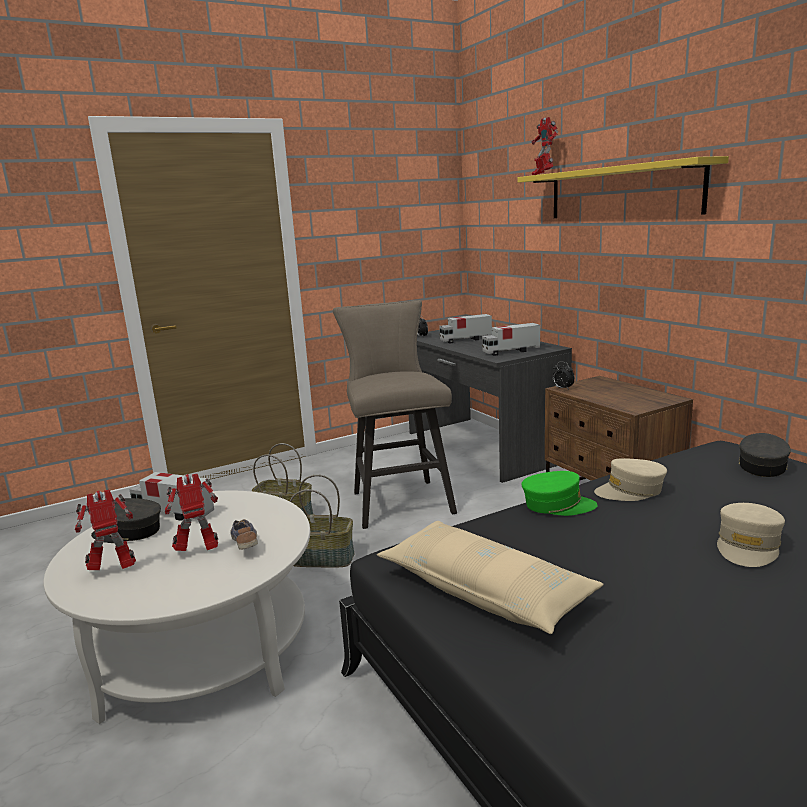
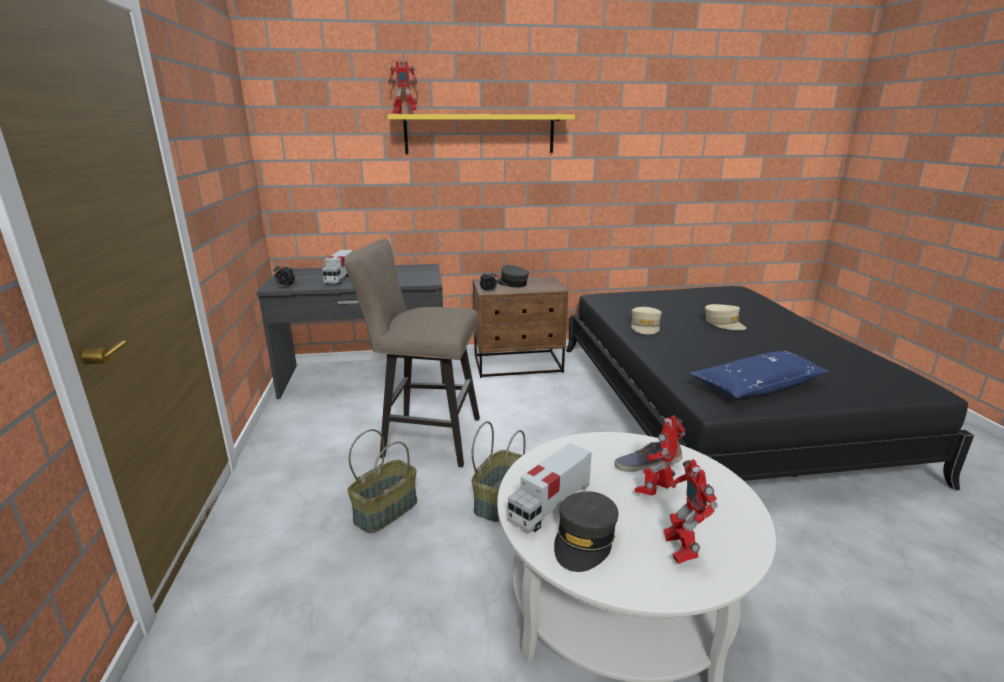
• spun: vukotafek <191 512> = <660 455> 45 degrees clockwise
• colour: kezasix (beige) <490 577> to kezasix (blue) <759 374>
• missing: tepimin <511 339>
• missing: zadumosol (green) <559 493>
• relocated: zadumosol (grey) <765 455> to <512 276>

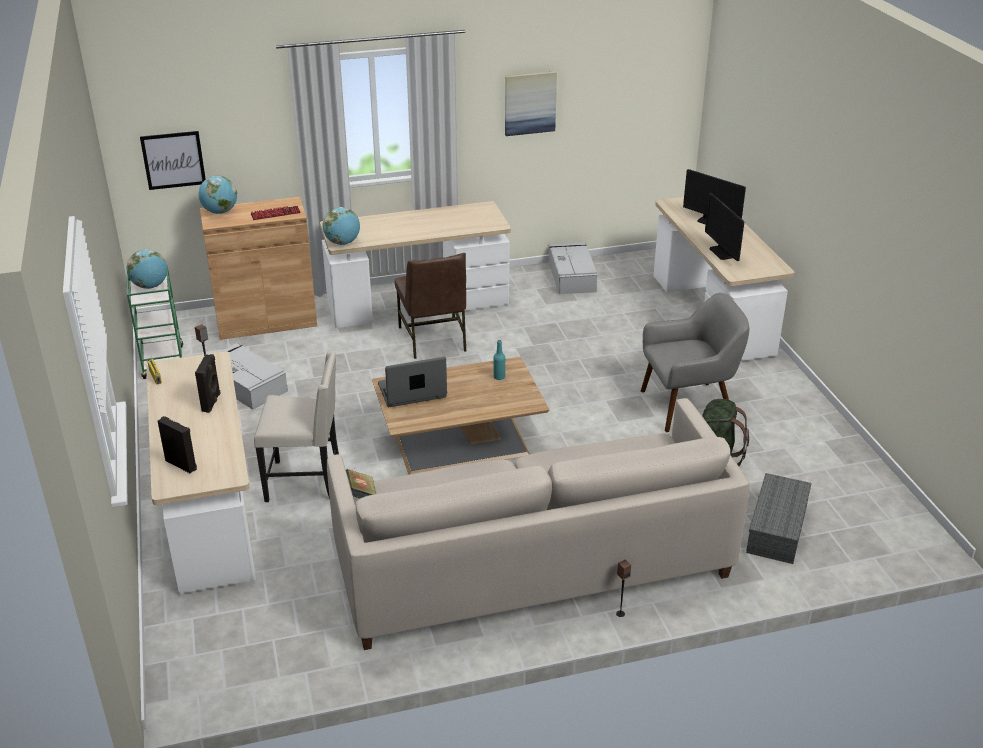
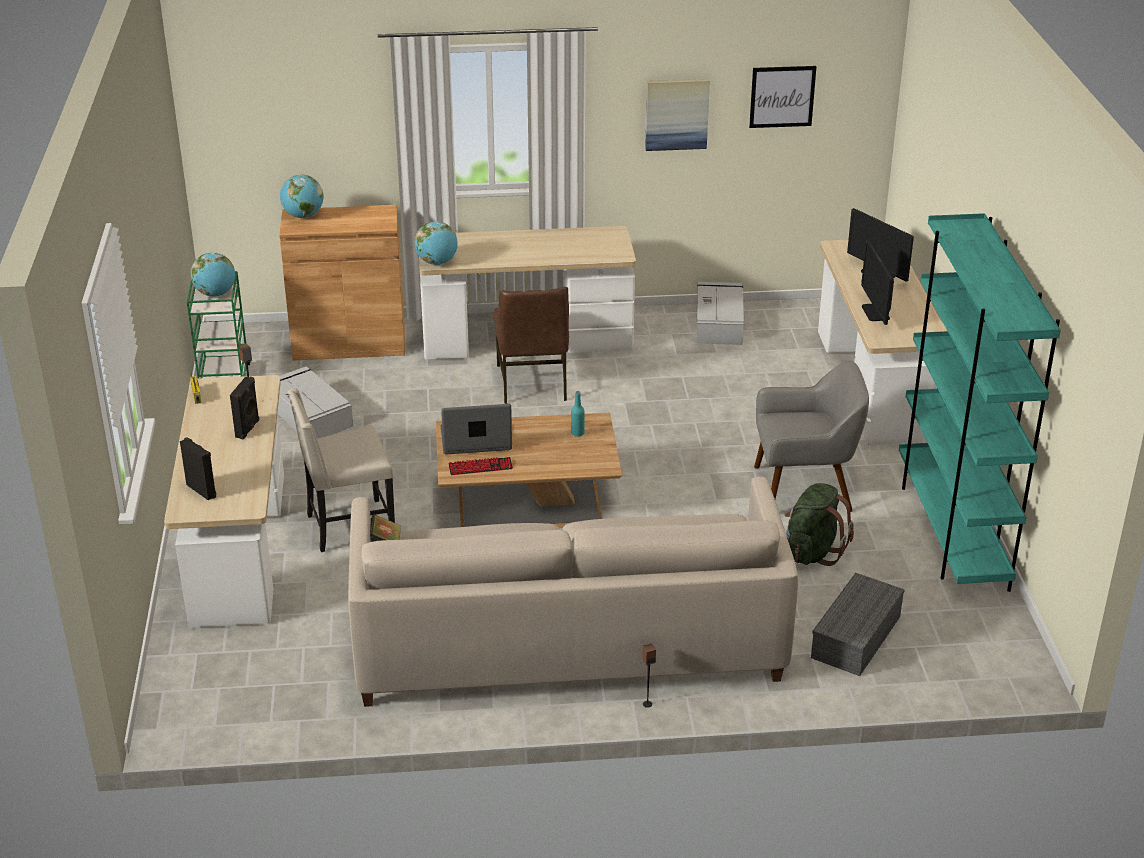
• relocated: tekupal <173 160> to <783 97>
• relocated: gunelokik <276 213> to <480 466>
• spun: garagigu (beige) <296 426> = <341 470> 150 degrees clockwise
• appeared: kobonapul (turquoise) <980 402>

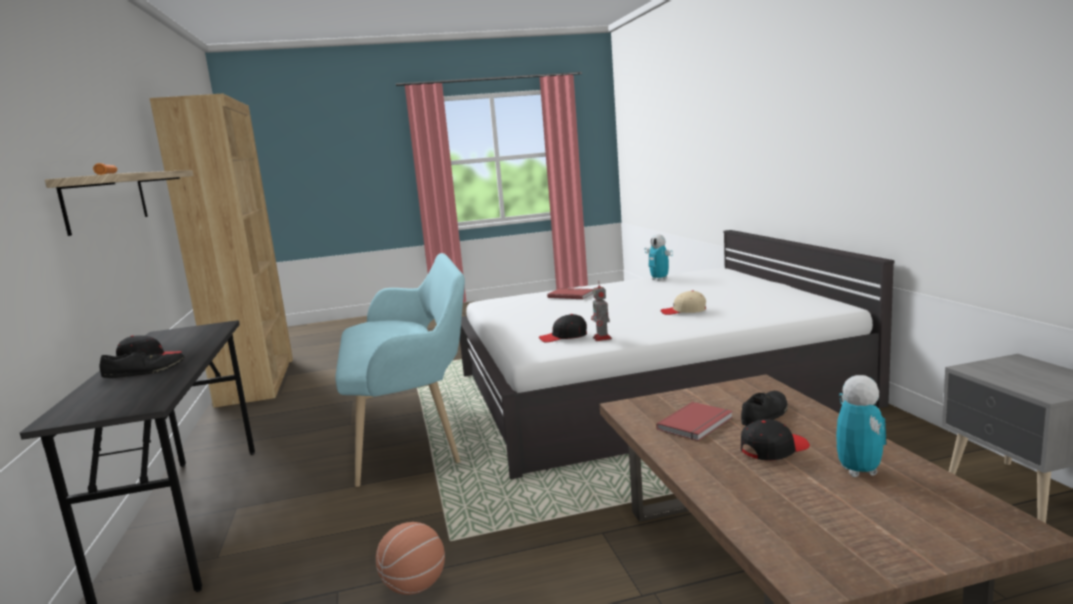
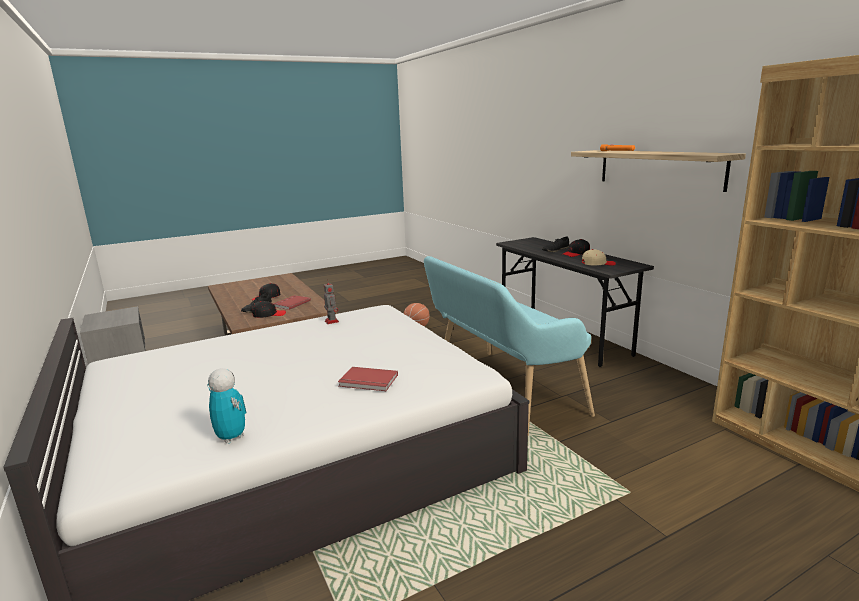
• relocated: zadumosol (black) <563 328> to <269 309>
• relocated: zadumosol (beige) <683 302> to <599 257>
• missing: vukotafek <861 426>

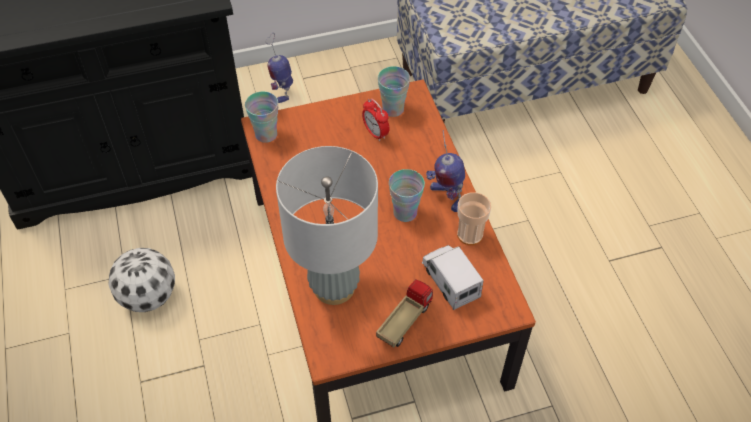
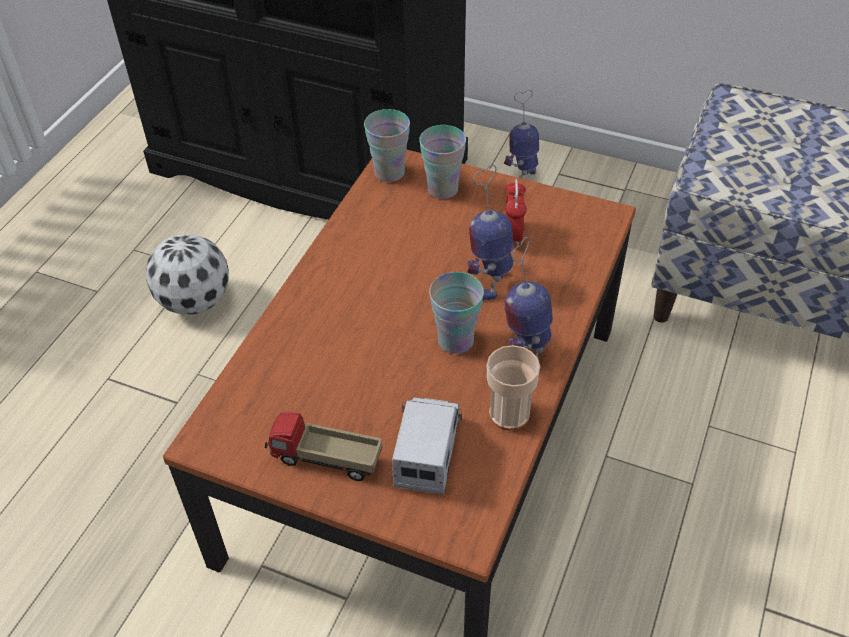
• missing: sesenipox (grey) <327 225>
• spun: tepimin <404 313> = <323 446> 150 degrees counterclockwise
• relocated: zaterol <394 91> to <442 162>
• appeared: vukotafek <490 233>

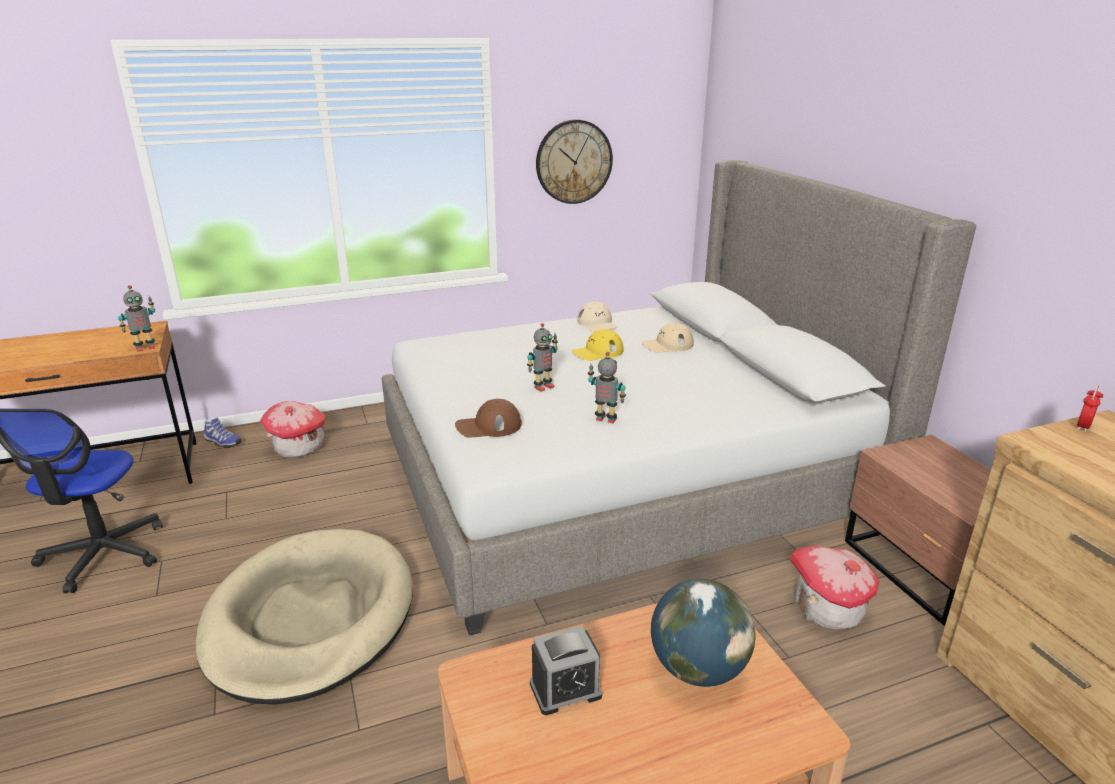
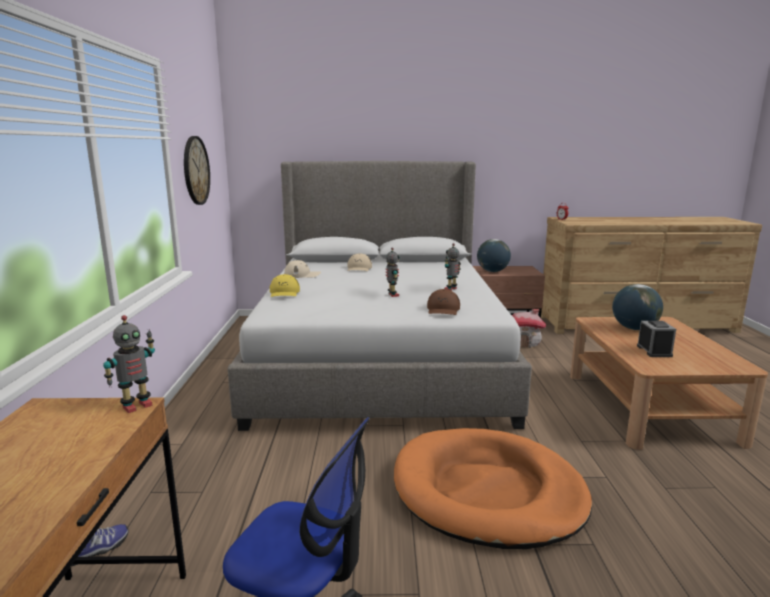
• spun: vukotafek <136 318> = <129 364> 60 degrees clockwise
• colour: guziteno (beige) <304 617> to guziteno (orange) <493 488>
• missing: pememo <293 429>
• relocated: zadumosol (yellow) <597 345> to <285 285>
• appeared: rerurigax <494 255>

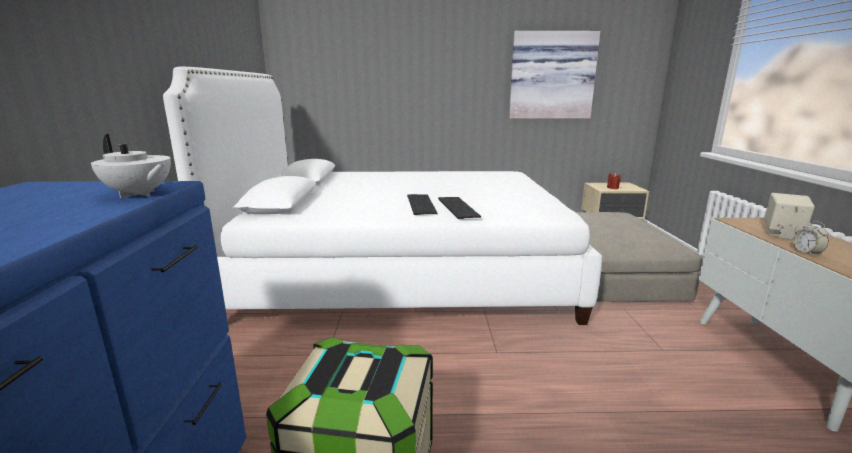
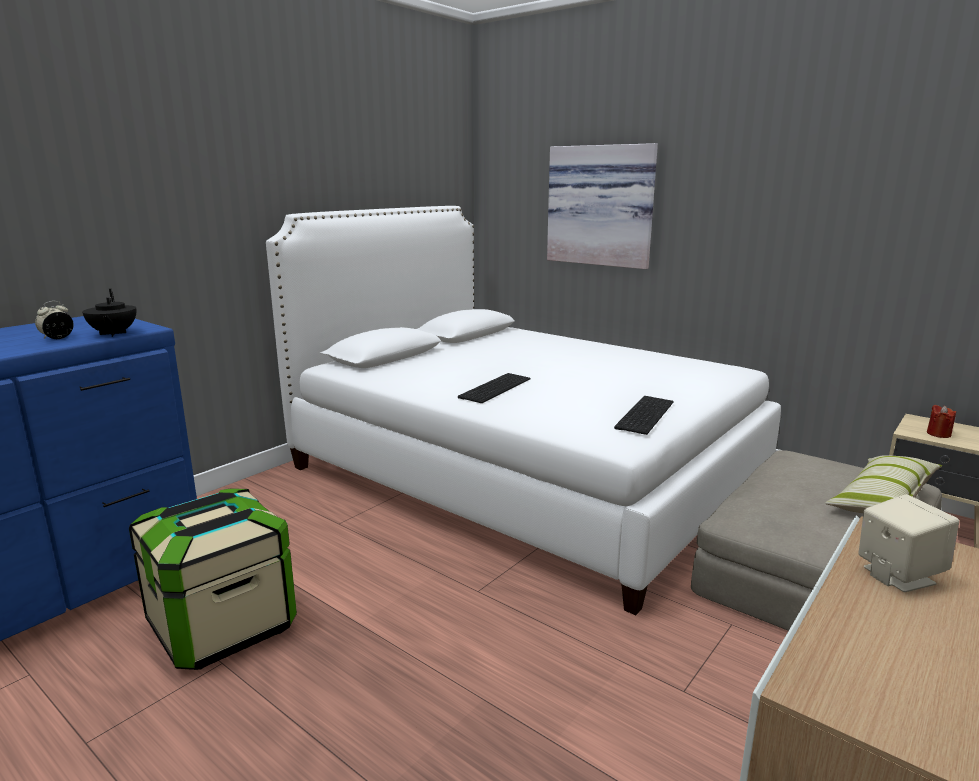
• colour: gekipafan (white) <131 166> to gekipafan (black) <109 313>
• relocated: gunelokik <459 208> to <644 415>
• relocated: tekupal <554 75> to <602 206>
• relocated: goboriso <811 238> to <54 320>
• appeared: kezasix <883 484>

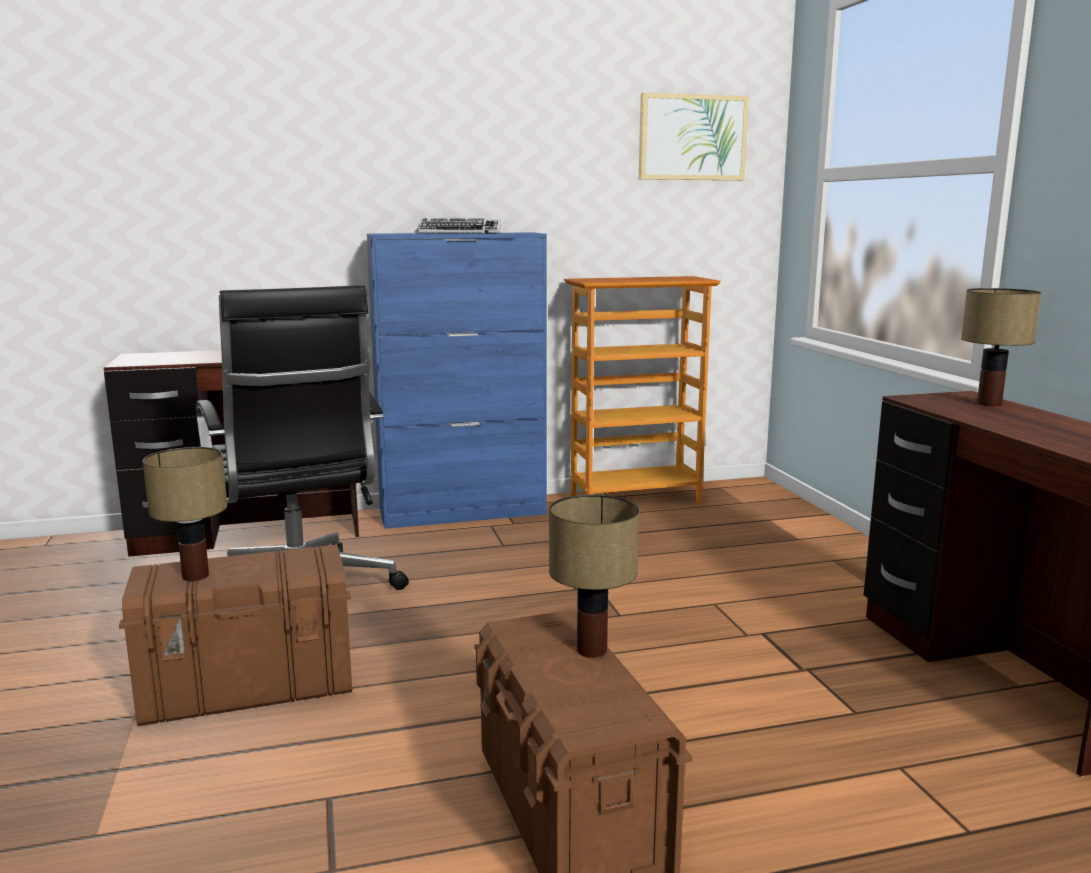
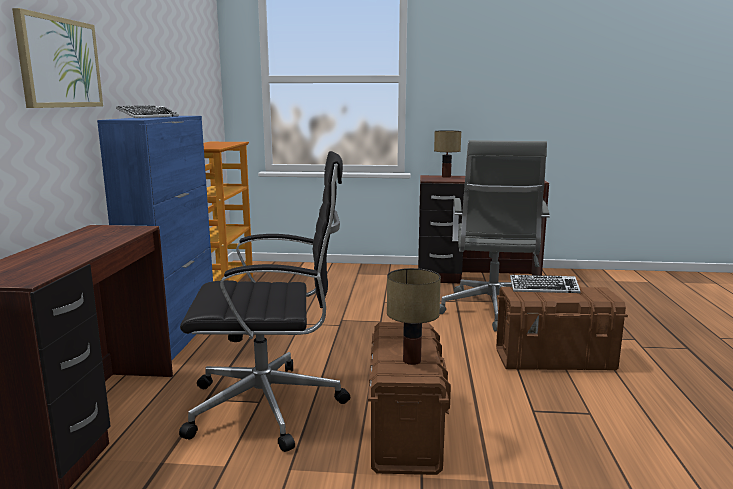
• exchanged: sesenipox <594 576> to gunelokik <545 284>
• relocated: tekupal <694 136> to <57 58>
• appeared: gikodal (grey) <494 236>

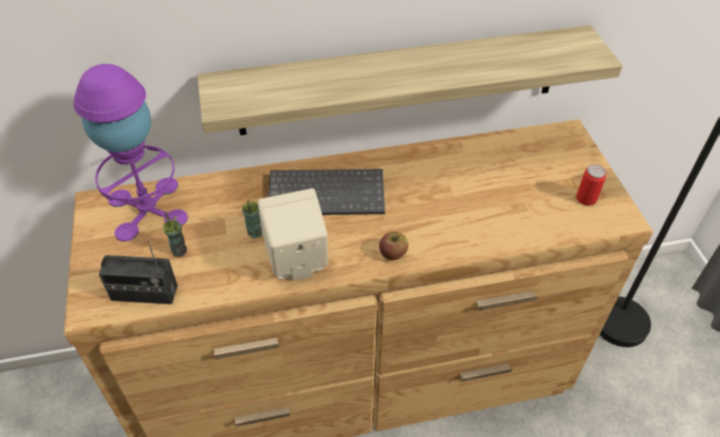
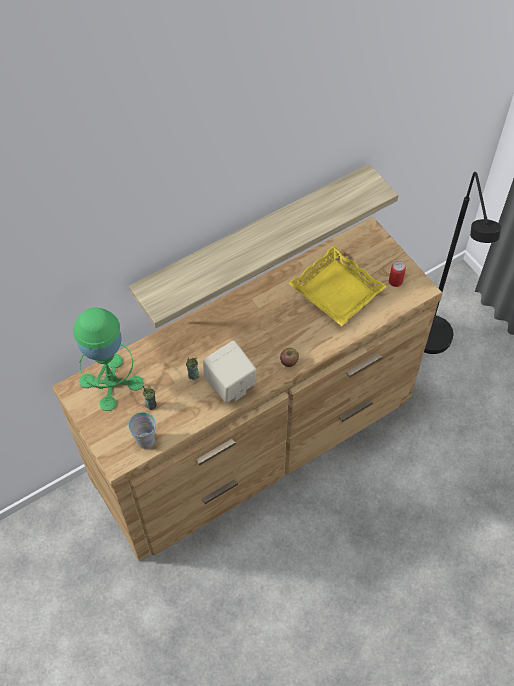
• colour: sesenipox (purple) <131 152> to sesenipox (green) <108 359>
• exchanged: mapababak <138 272> to zaterol <142 430>
• missing: gunelokik <326 192>
• appeared: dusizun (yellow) <337 286>

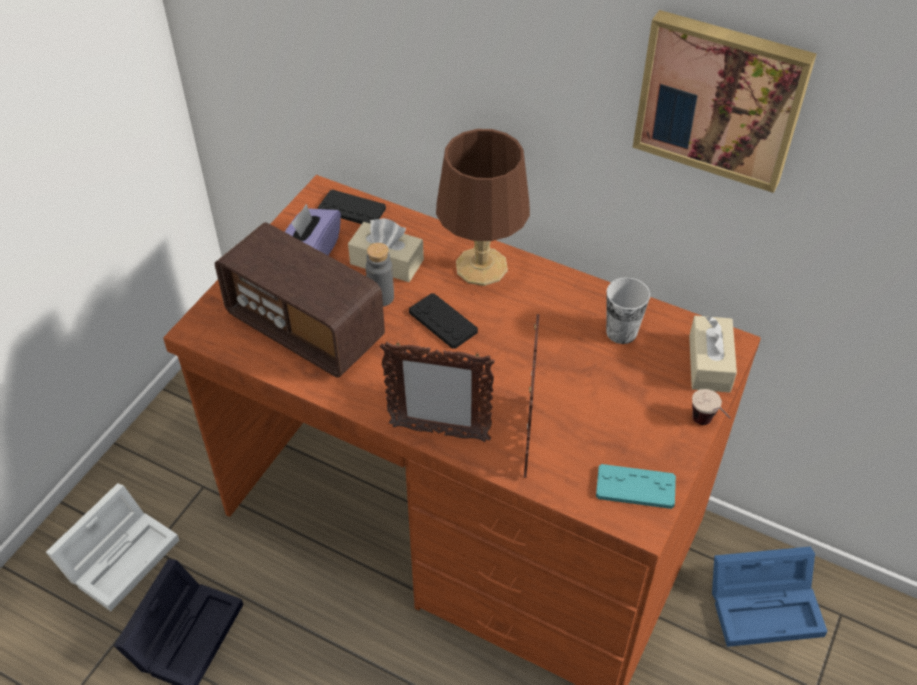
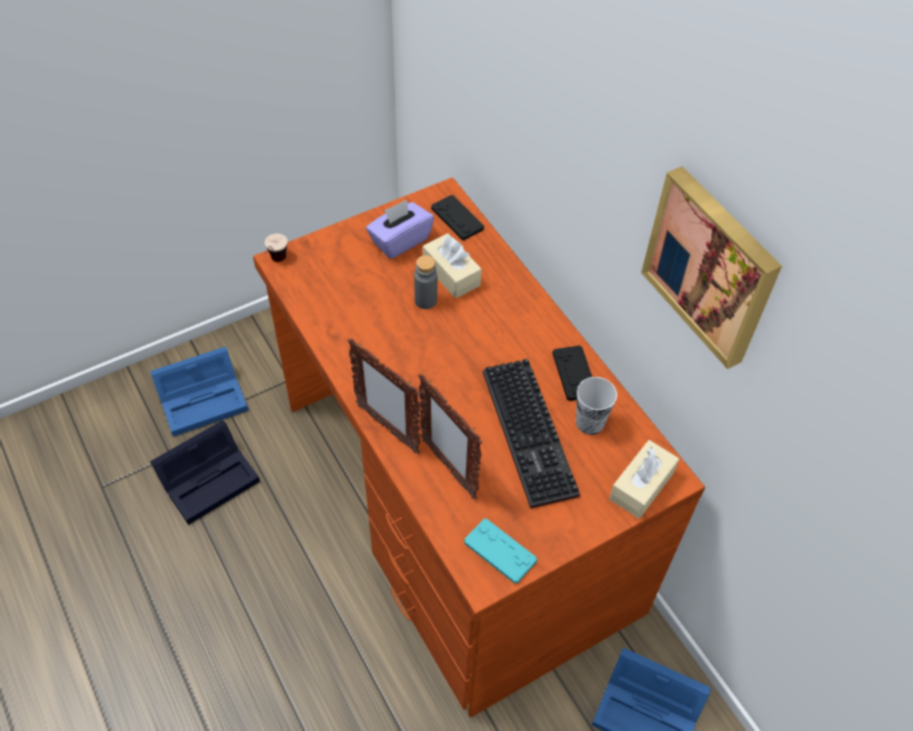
• colour: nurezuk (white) <112 547> to nurezuk (blue) <199 392>
• missing: mapababak <300 300>
• relocated: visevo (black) <443 321> to <572 373>
• missing: sesenipox (brown) <483 207>
• spun: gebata <532 396> = <450 437> 105 degrees clockwise
• relocated: zaterol <711 407> to <275 248>
• appeared: gunelokik <531 433>

